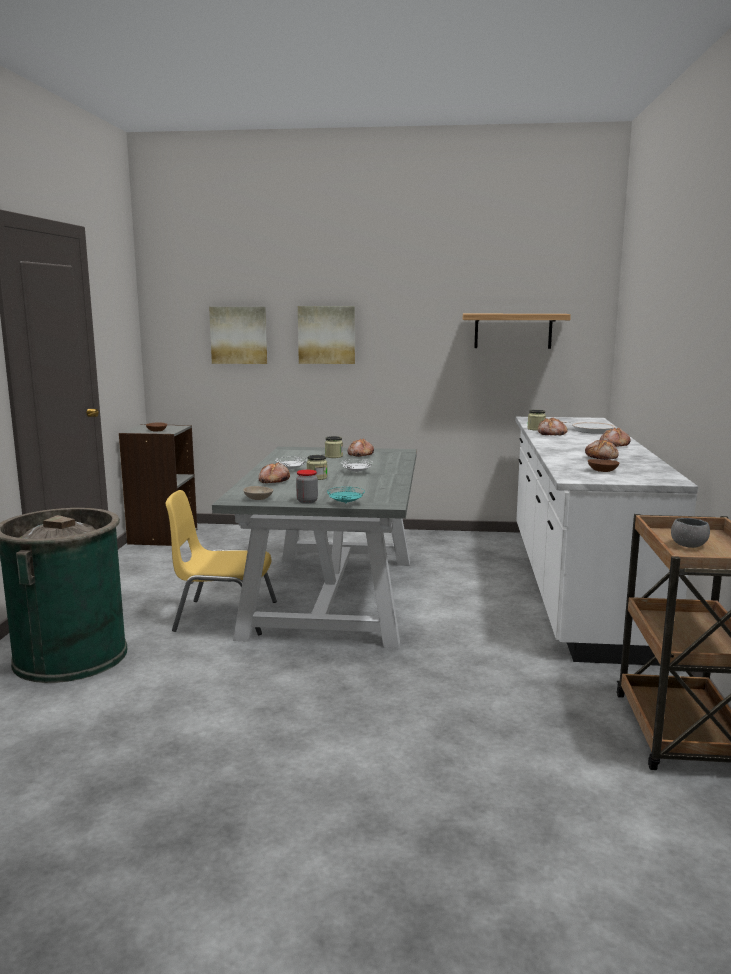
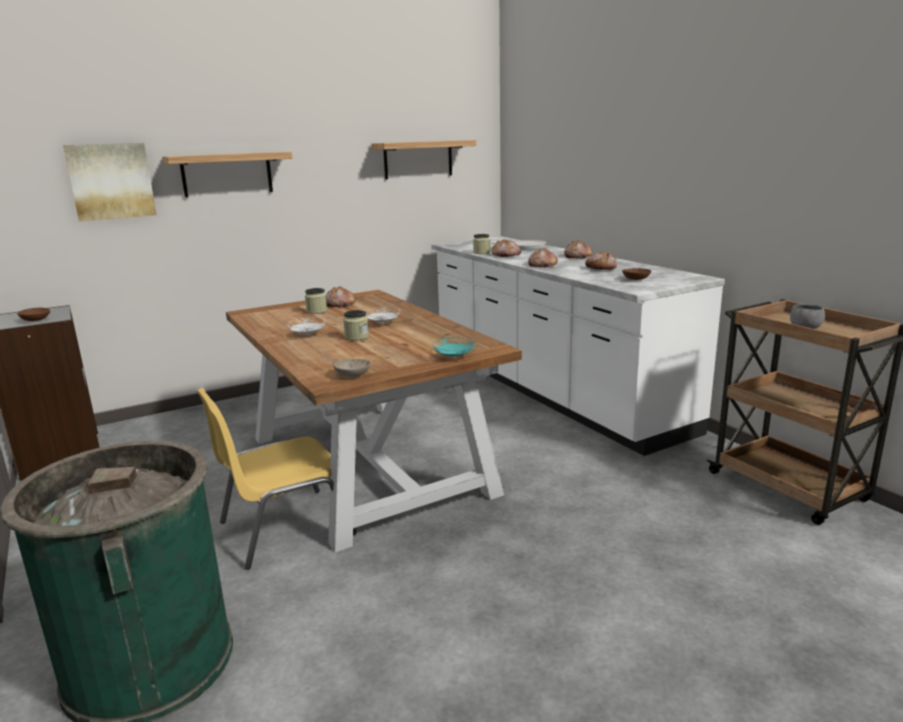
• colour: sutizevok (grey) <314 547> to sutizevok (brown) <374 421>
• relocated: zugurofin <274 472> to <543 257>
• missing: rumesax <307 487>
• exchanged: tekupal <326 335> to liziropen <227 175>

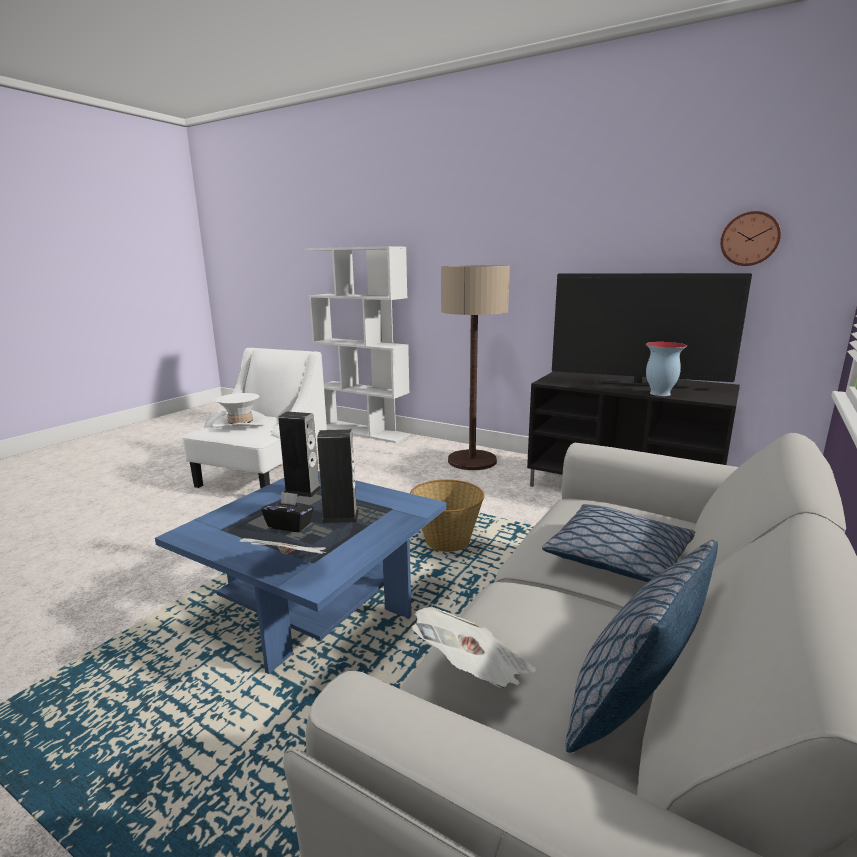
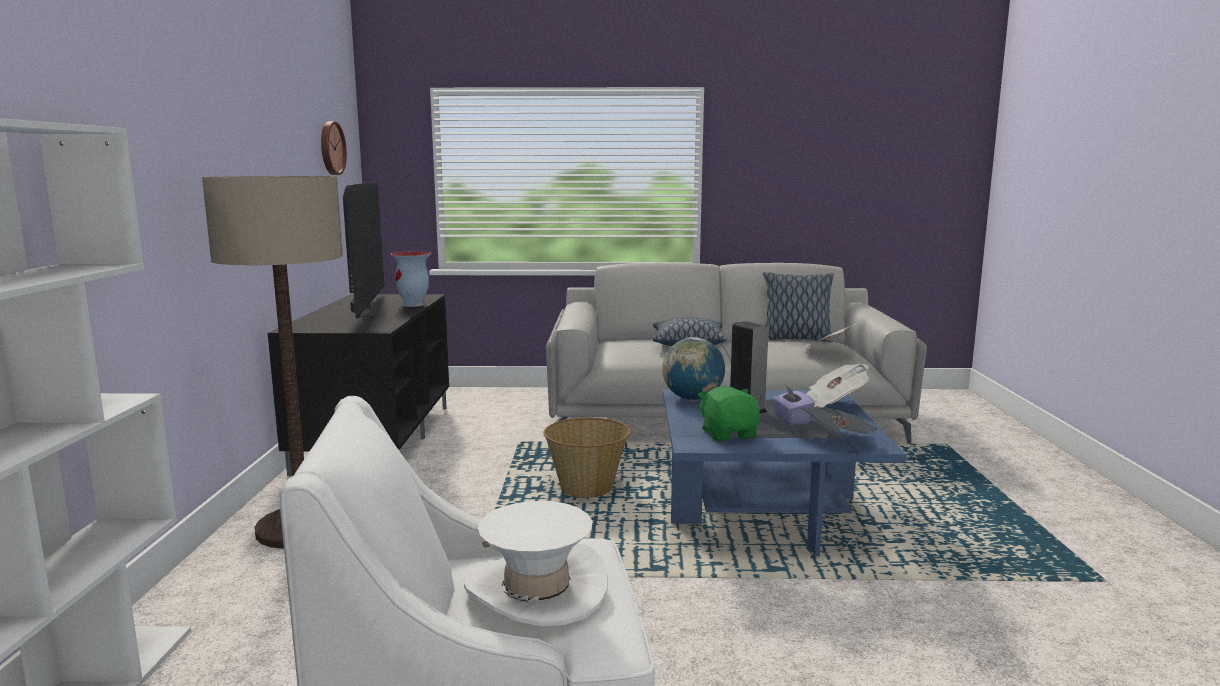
• colour: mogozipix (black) <287 511> to mogozipix (purple) <793 404>
• exchanged: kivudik <299 454> to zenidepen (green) <729 413>
• appeared: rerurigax <693 369>
• appeared: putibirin <838 420>

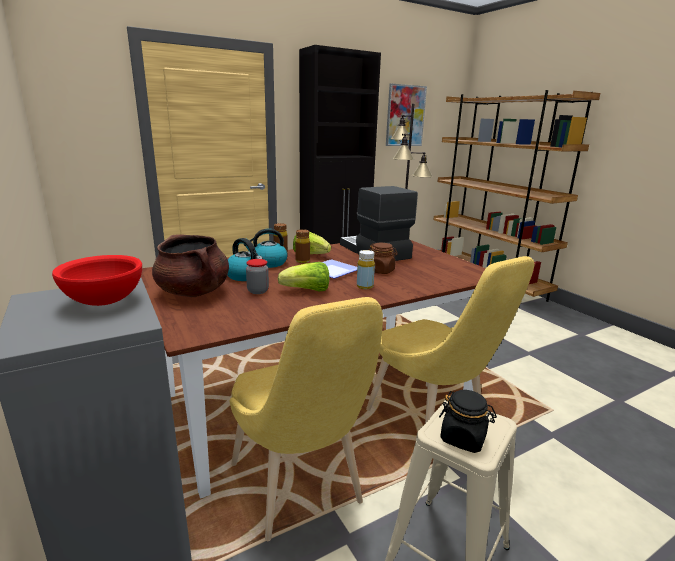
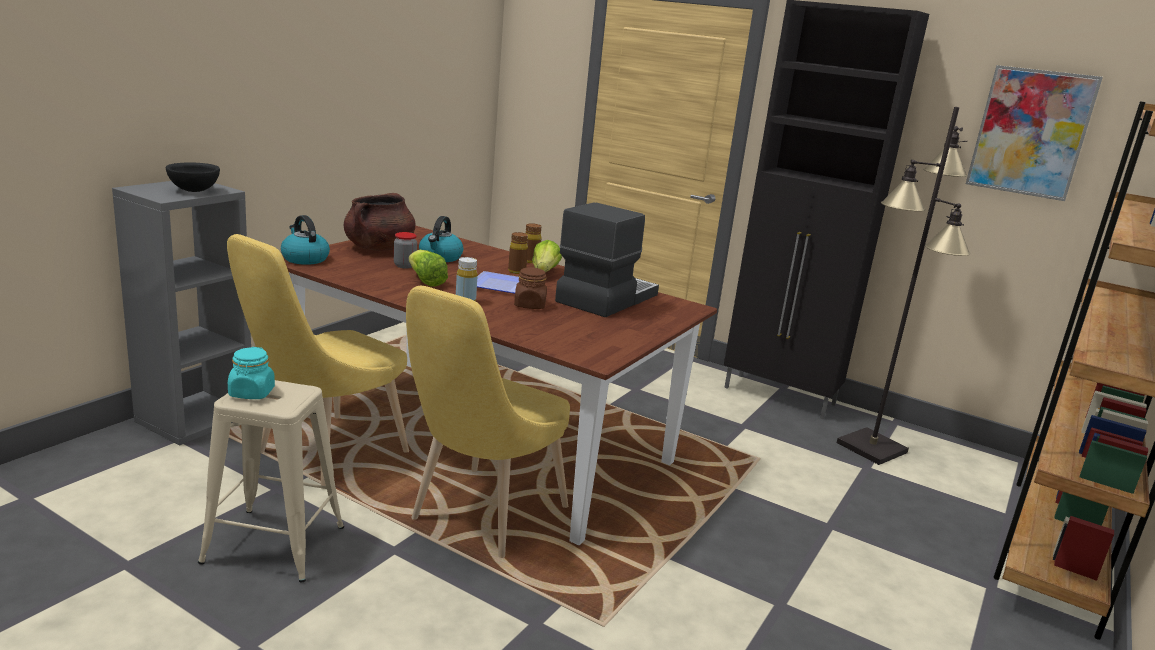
• colour: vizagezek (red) <97 280> to vizagezek (black) <193 177>
• relocated: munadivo <266 248> to <305 240>
• colour: rumesax (black) <468 421> to rumesax (turquoise) <251 373>

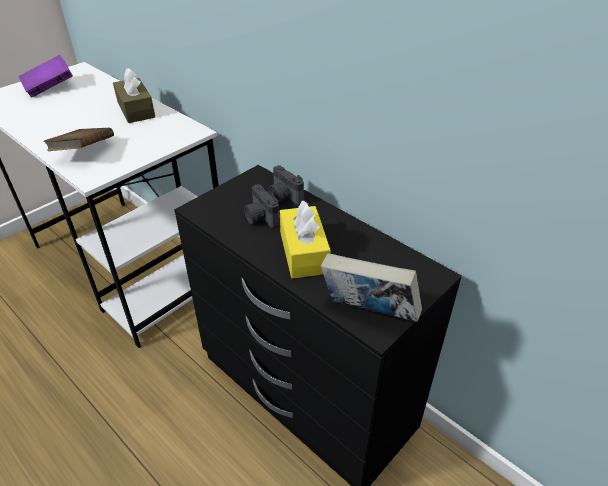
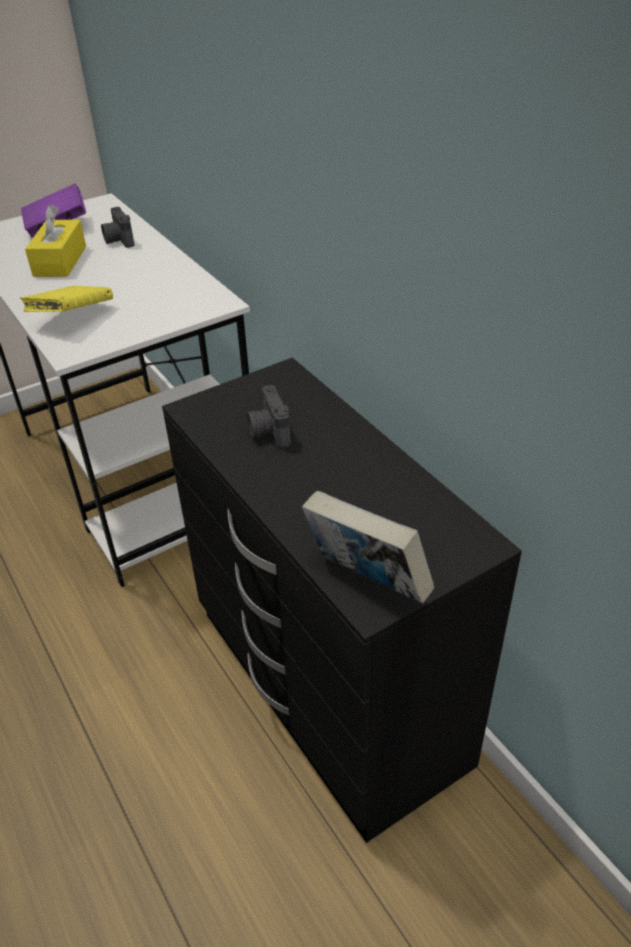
• colour: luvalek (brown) <79 139> to luvalek (yellow) <66 299>
• missing: mogozipix (brown) <134 95>
• relocated: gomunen <286 185> to <118 227>
• relocated: mogozipix (yellow) <305 239> to <55 241>

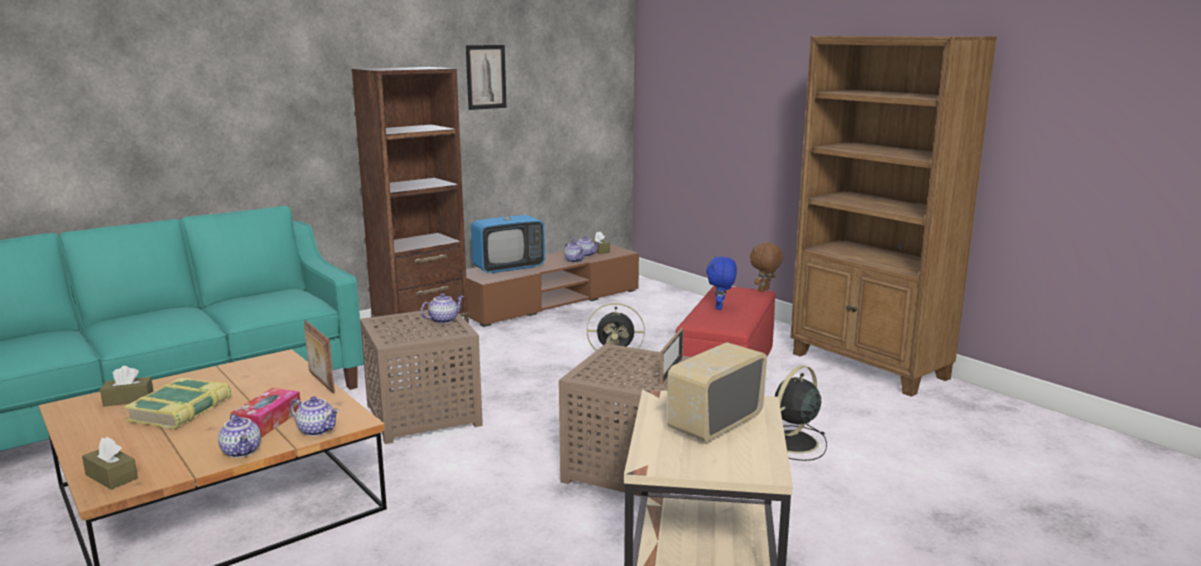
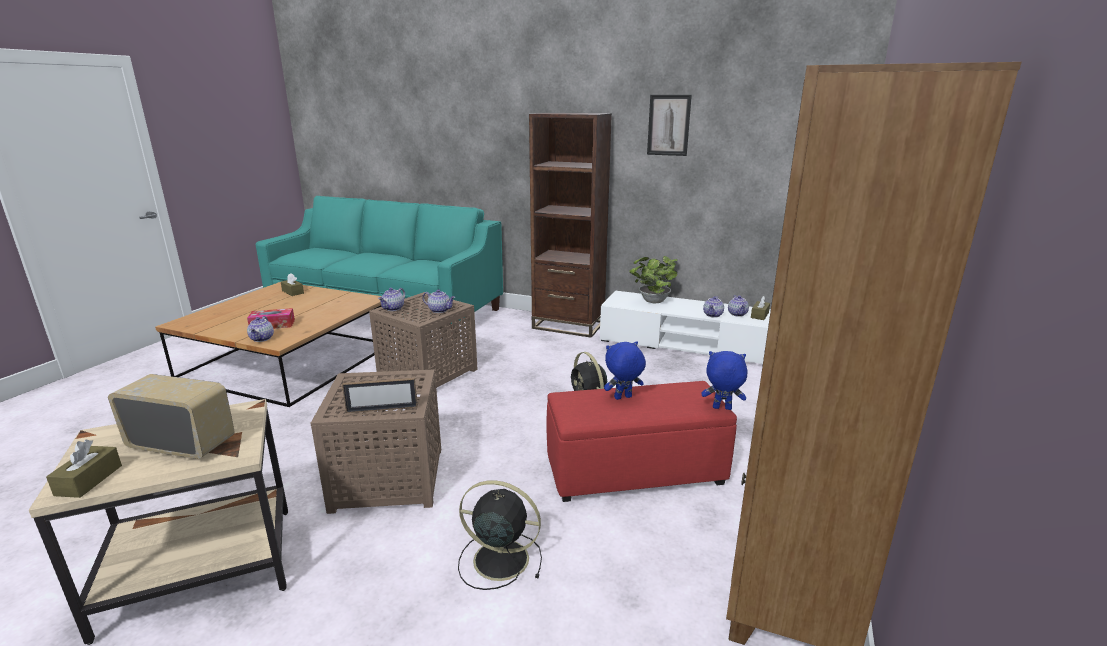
• relocated: mogozipix (brown) <110 463> to <84 468>
• missing: luvalek <177 404>
• relocated: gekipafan <239 436> to <391 299>
• missing: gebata <319 357>
• colour: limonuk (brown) <552 285> to limonuk (white) <685 327>
• exchanged: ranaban <508 229> to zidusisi <654 279>
• colour: zenidepen (brown) <766 267> to zenidepen (blue) <724 380>

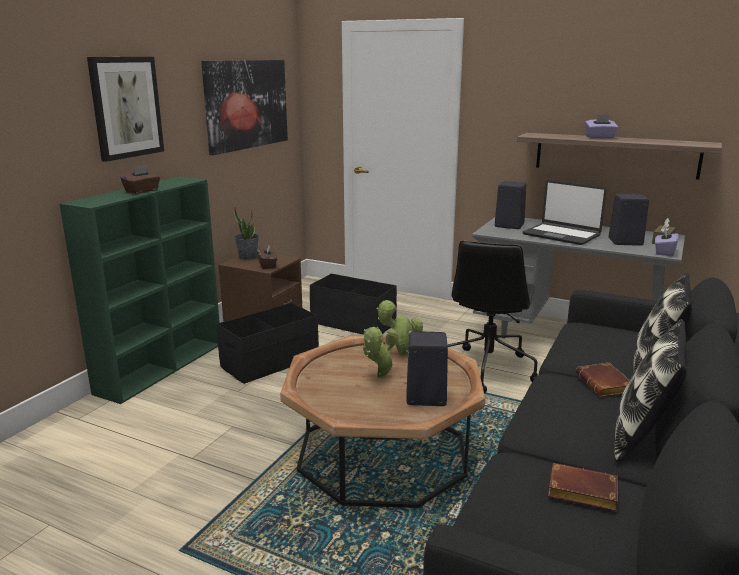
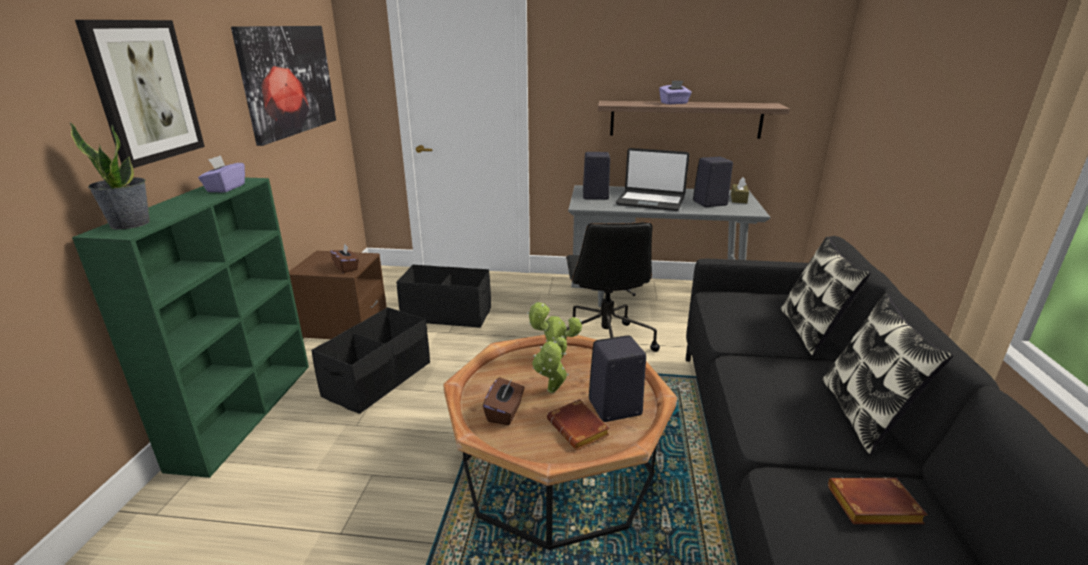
• relocated: mogozipix (brown) <140 179> to <504 401>
• relocated: zidusisi <246 233> to <110 175>
• relocated: luvalek (brown) <602 380> to <578 424>
• relocated: mogozipix (purple) <667 241> to <221 174>

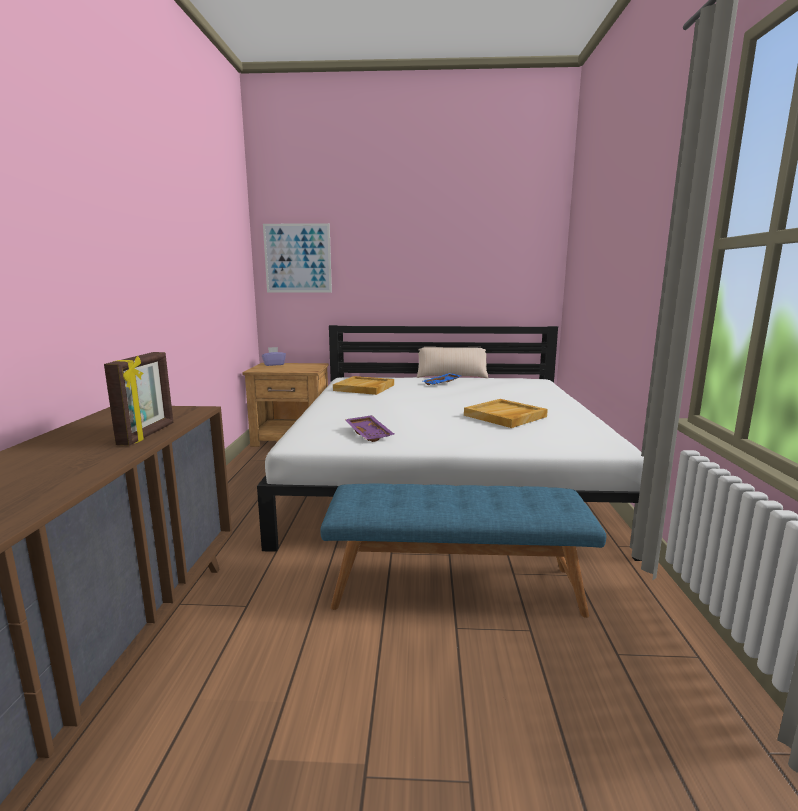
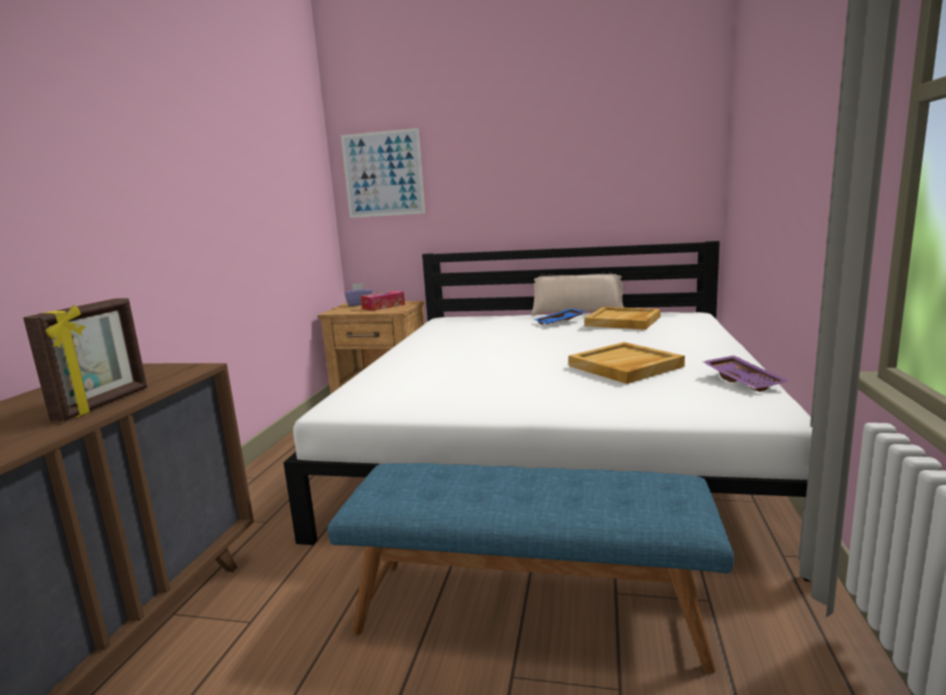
• relocated: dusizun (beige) <363 385> to <622 318>
• relocated: dusizun (purple) <369 428> to <745 373>
• appeared: mogozipix <383 301>

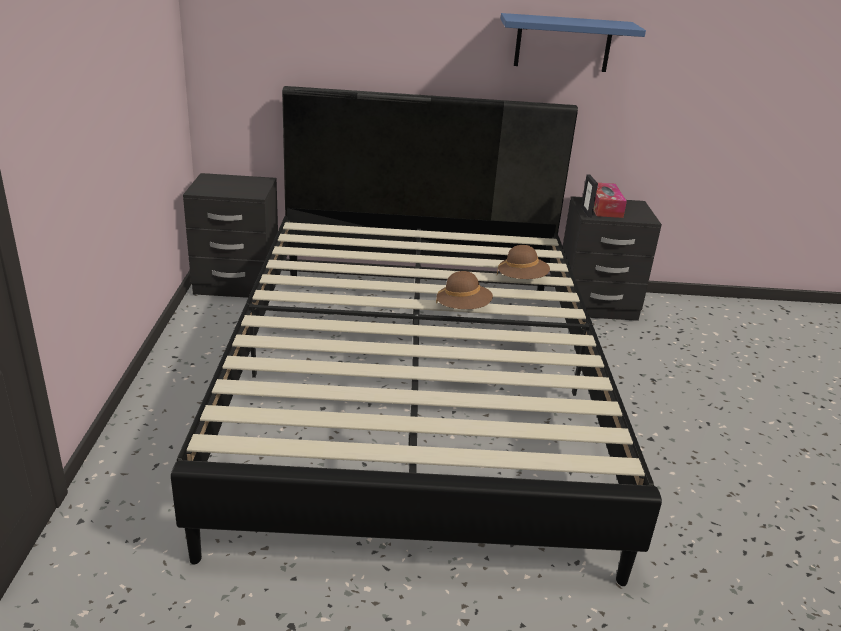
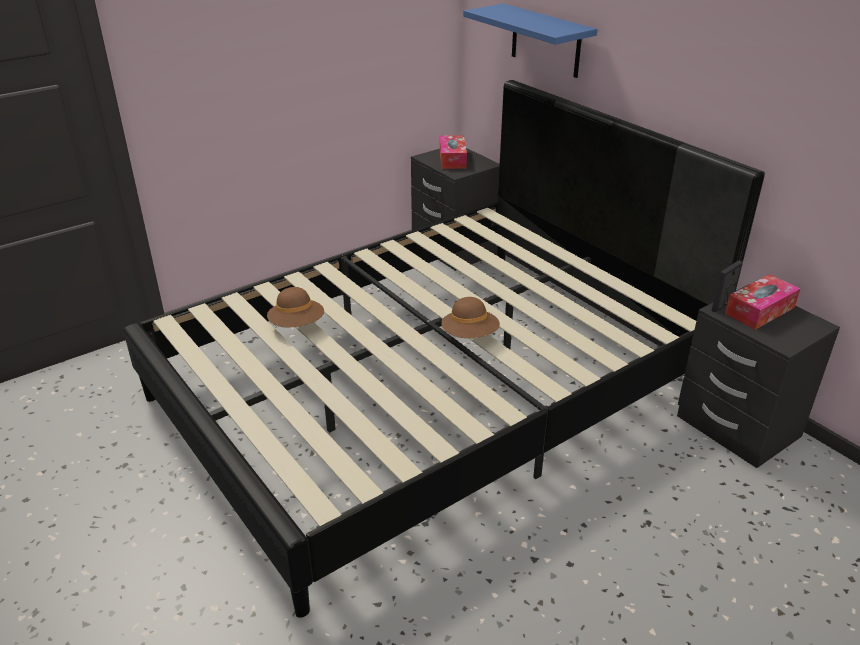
• relocated: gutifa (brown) <523 262> to <295 307>
• relocated: liziropen (blue) <573 42> to <530 41>
• appeared: mogozipix <453 152>

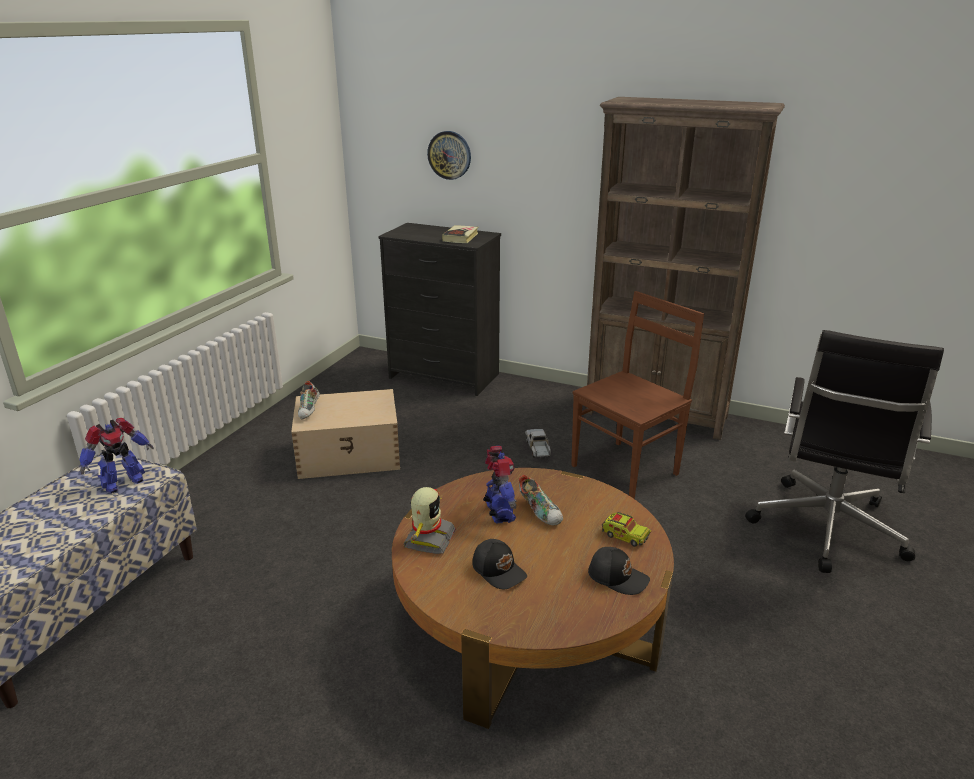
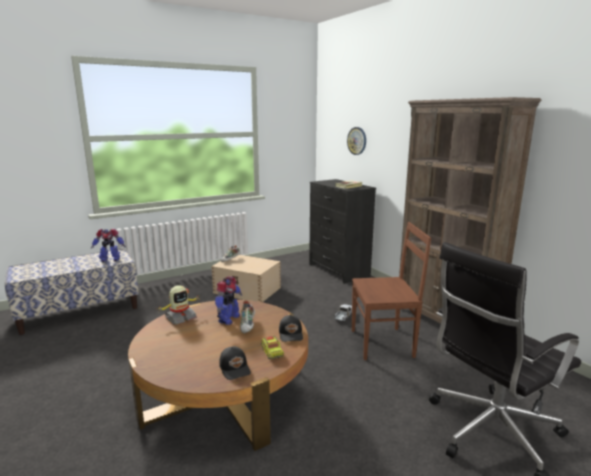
• relocated: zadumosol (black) <500 564> to <291 328>

